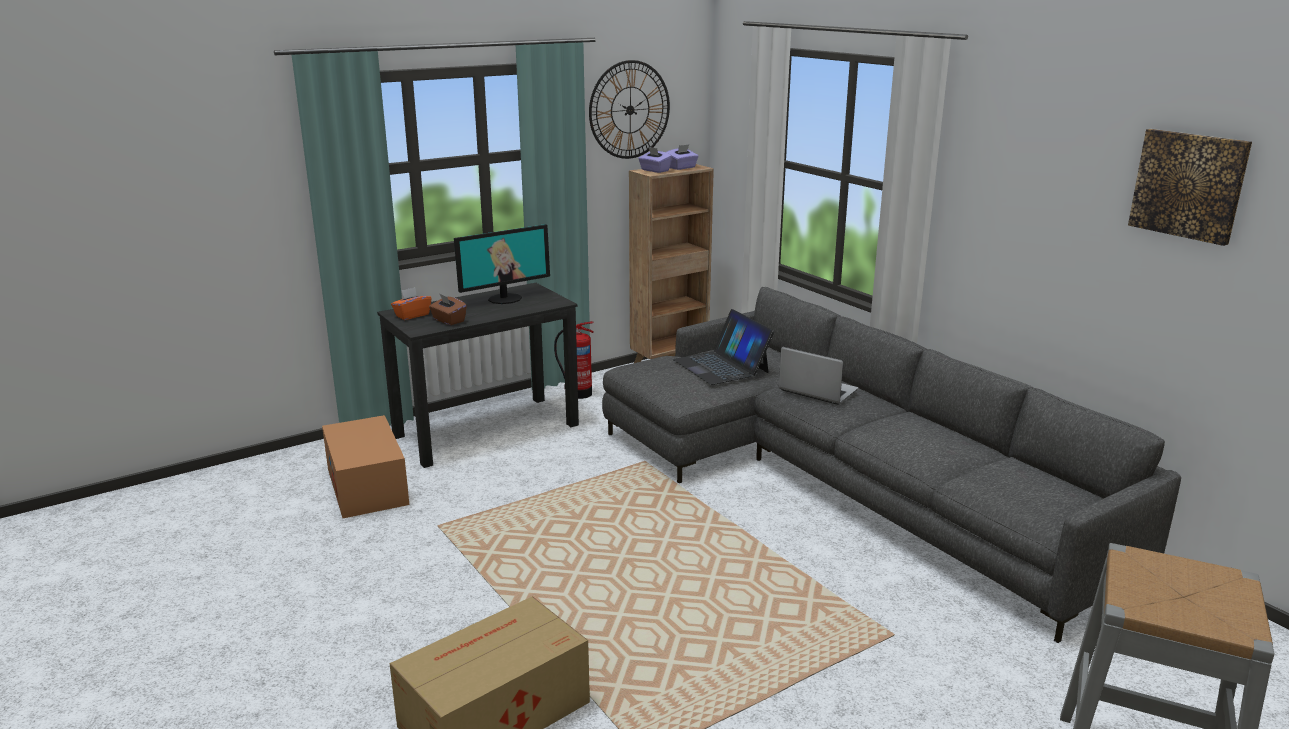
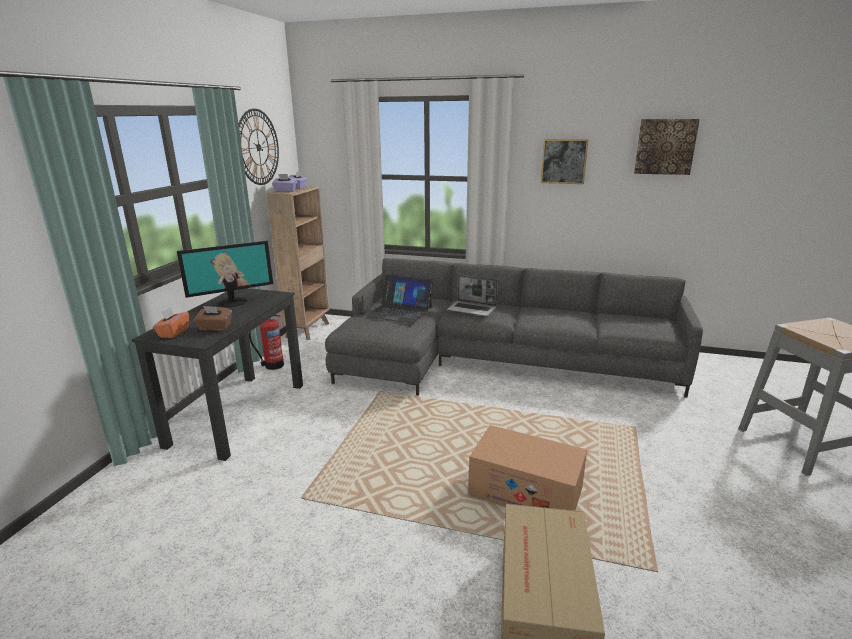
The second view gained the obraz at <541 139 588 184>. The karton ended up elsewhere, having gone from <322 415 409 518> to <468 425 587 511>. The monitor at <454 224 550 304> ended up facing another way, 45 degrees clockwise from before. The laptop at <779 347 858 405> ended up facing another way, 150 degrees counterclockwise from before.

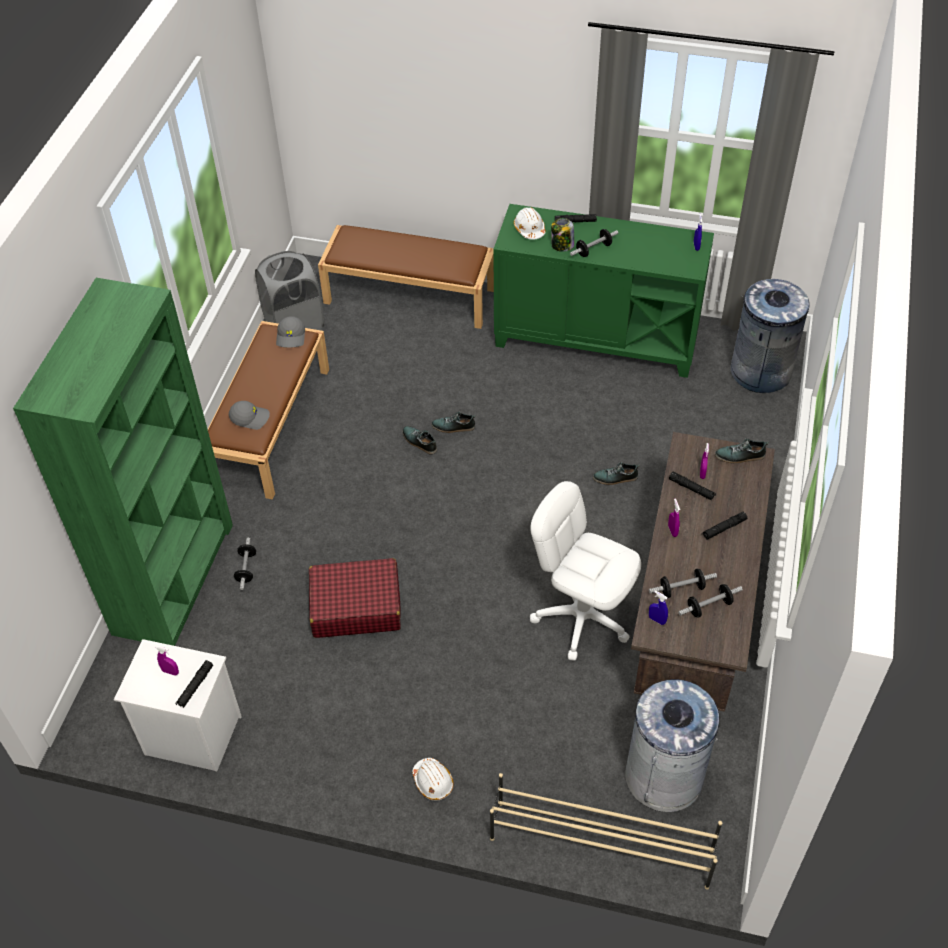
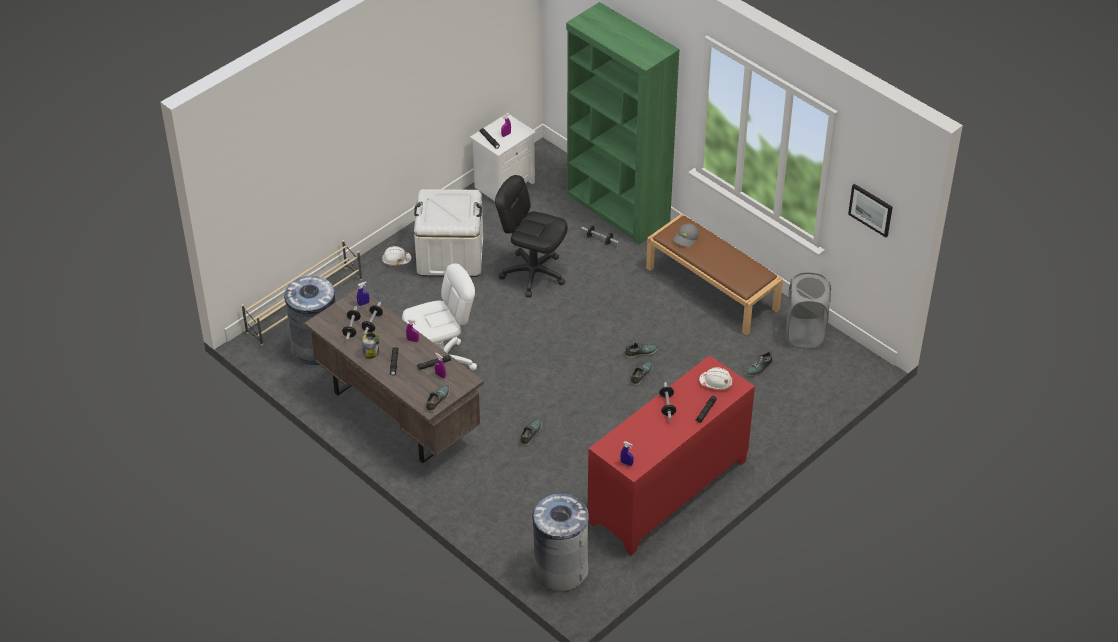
The second view lost the czapka z daszkiem/szary at <276 316 305 348>. The second view lost the ławka/brązowy at <318 225 494 329>. The second view gained the pojemnik do przechowywania/biały at <414 189 483 277>. The second view gained the but at <746 350 773 377>. The second view gained the obraz at <848 184 893 237>. The słoik ended up elsewhere, having gone from <551 218 574 252> to <362 332 379 359>. Where the walizka/czerwony stood at <309 558 401 638>, the krzesło biurowe/czarny came to stand at <495 175 568 297>. What was the szafka/zielony at <494 204 714 378> turned into the szafka/czerwony at <588 355 755 555>.

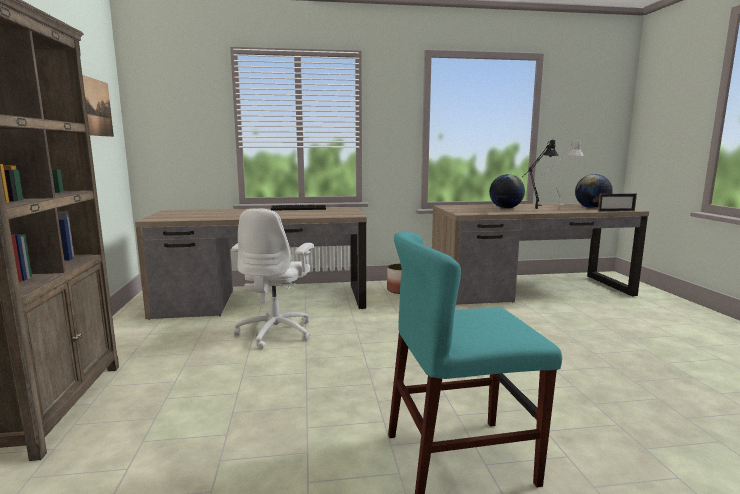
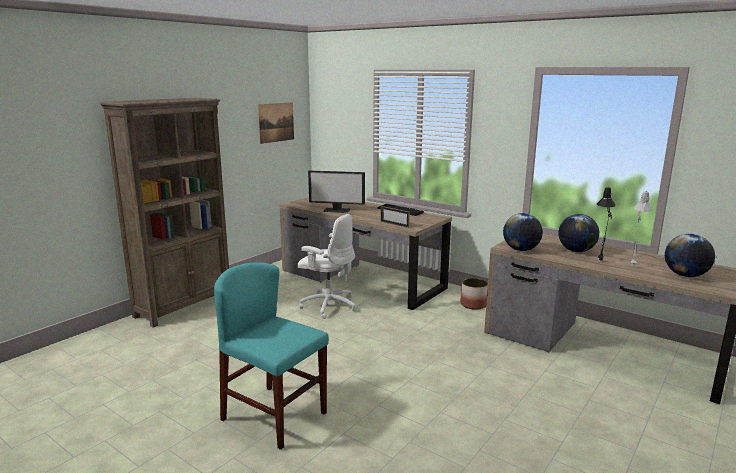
The second view gained the monitor at <308 170 365 213>. The second view gained the globus at <503 213 543 251>. The ramka na zdjęcie ended up elsewhere, having gone from <598 193 637 212> to <381 206 409 228>. The krzesło biurowe/biały at <232 208 314 349> ended up facing another way, 120 degrees counterclockwise from before.

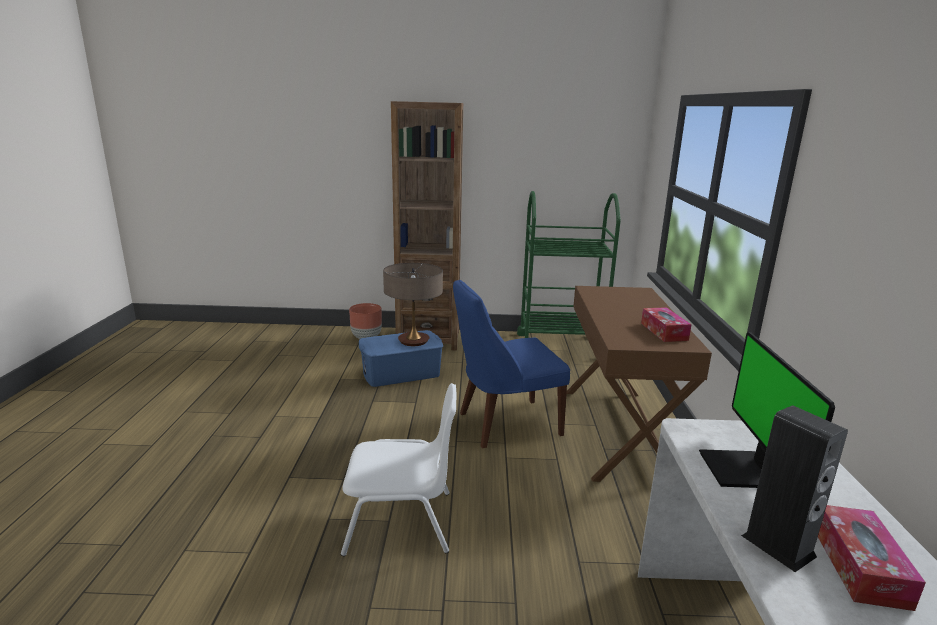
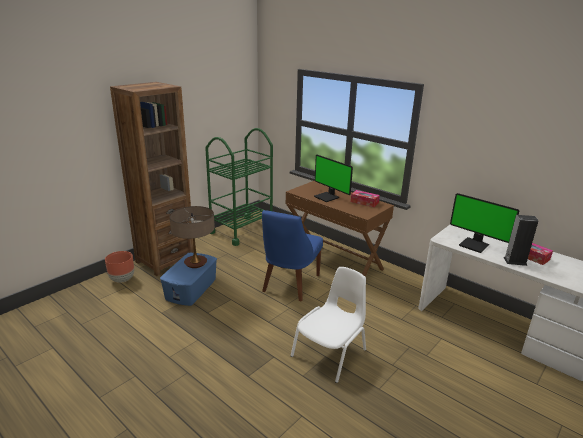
The second view gained the monitor at <314 155 353 202>.

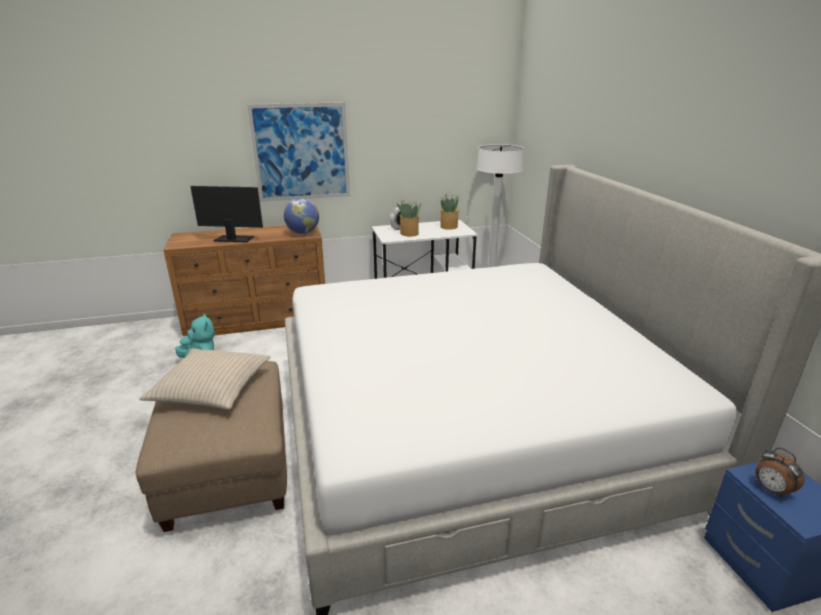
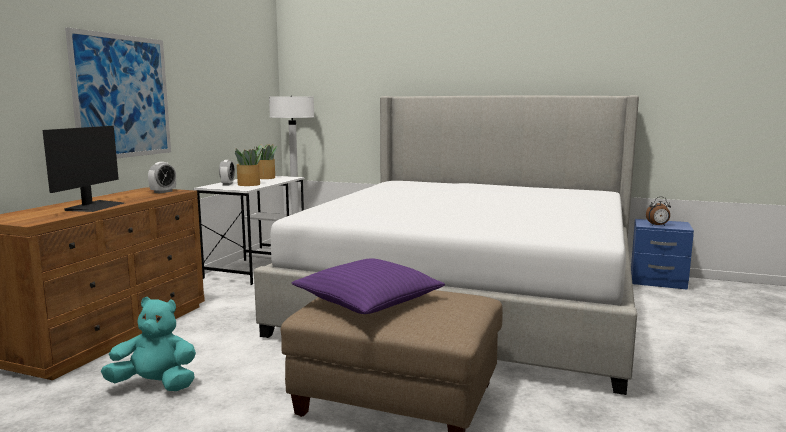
Where the globus stood at <284 198 319 234>, the budzik came to stand at <148 162 176 194>. What was the poduszka/beżowy at <139 348 270 410> turned into the poduszka/fioletowy at <292 258 445 314>. The monitor at <190 186 263 243> ended up facing another way, 150 degrees clockwise from before.

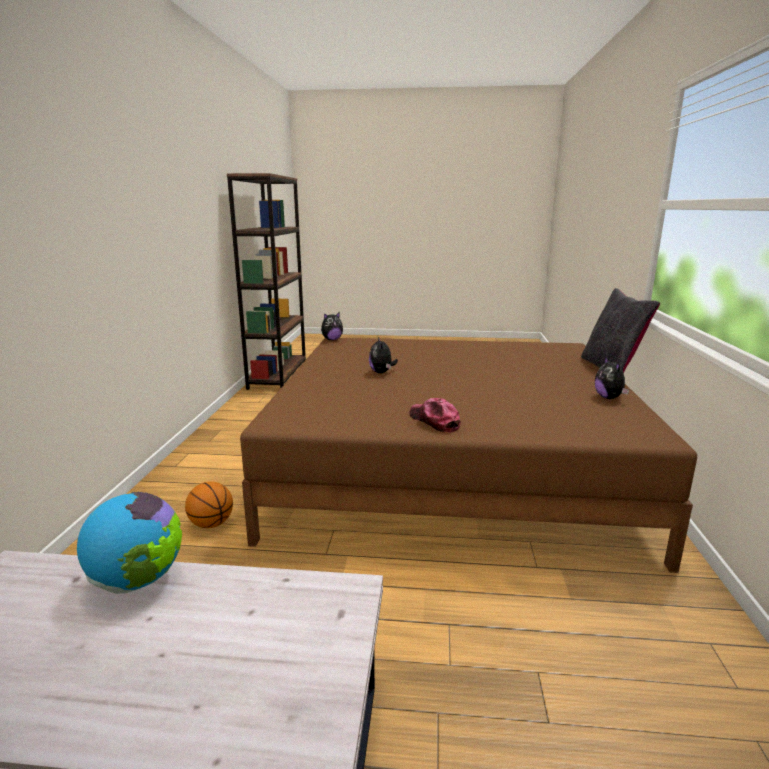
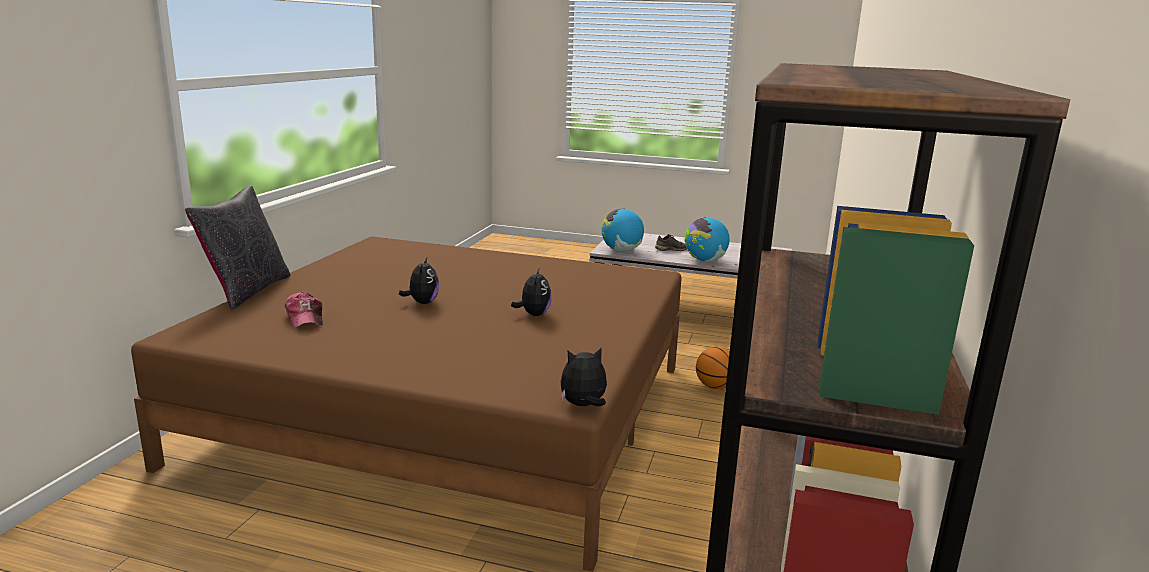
The second view gained the globus at <601 208 644 252>. The second view gained the but/szary at <655 234 687 251>. The czapka z daszkiem ended up elsewhere, having gone from <409 398 461 433> to <285 292 323 328>. The pluszak ended up elsewhere, having gone from <595 357 629 399> to <399 258 439 304>.

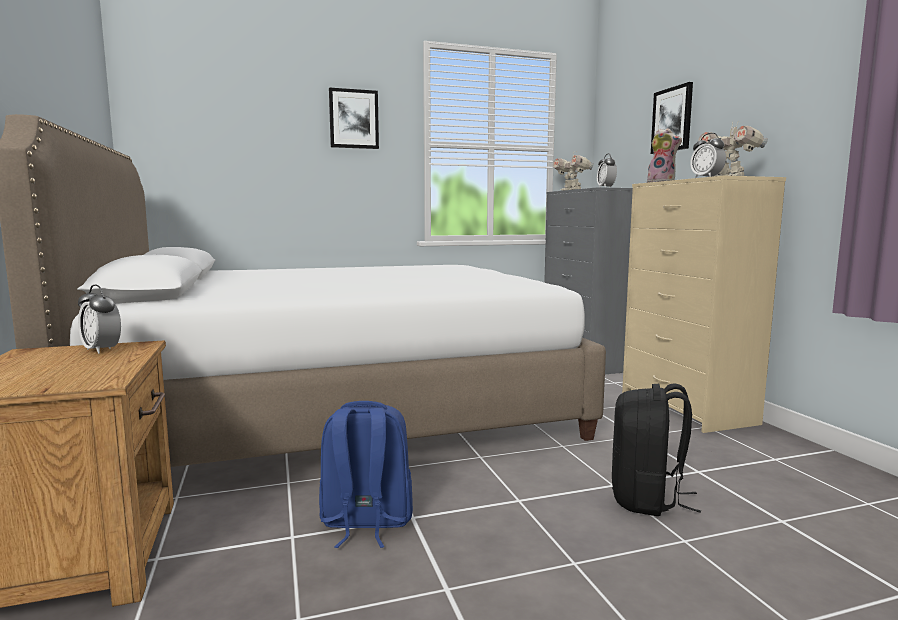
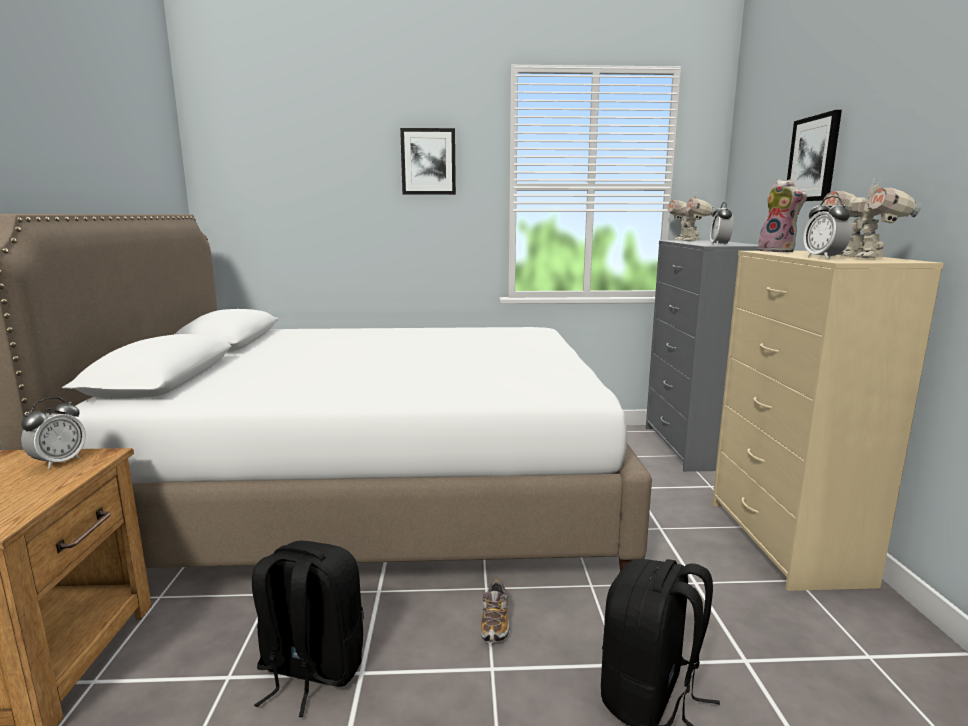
The second view gained the but at <481 579 510 643>. What was the plecak/niebieski at <319 401 413 548> turned into the plecak/czarny at <252 540 364 717>. The budzik at <78 285 121 354> ended up facing another way, 120 degrees counterclockwise from before.

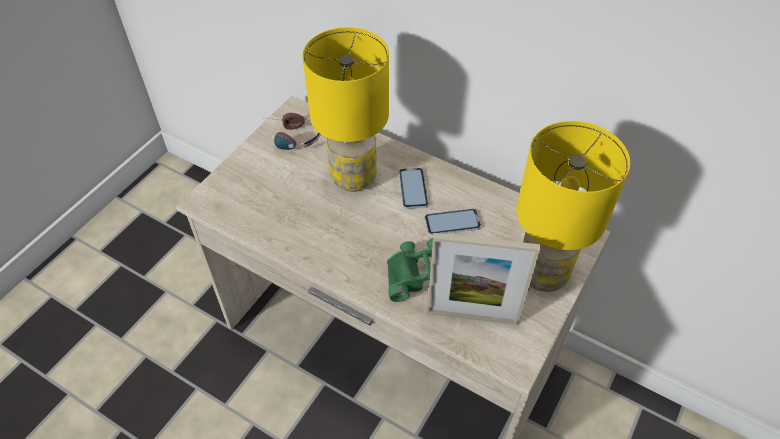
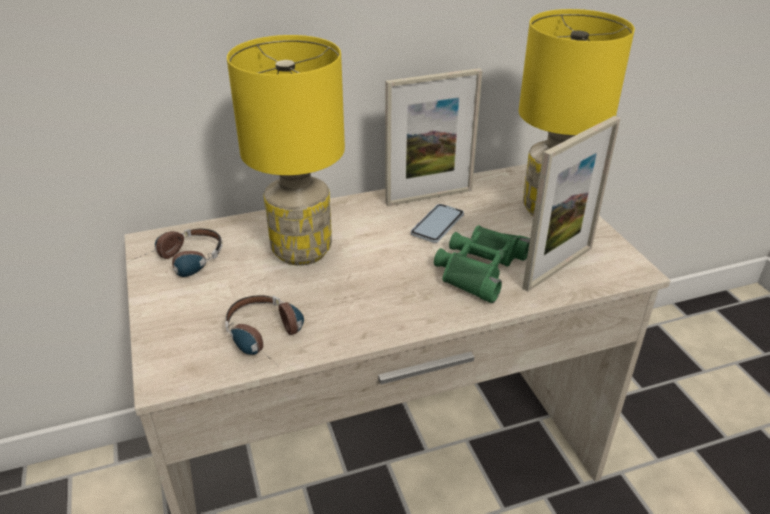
The second view lost the telefon at <399 168 428 209>. The second view gained the słuchawki at <225 295 304 363>. The second view gained the ramka na zdjęcie at <385 68 483 206>.

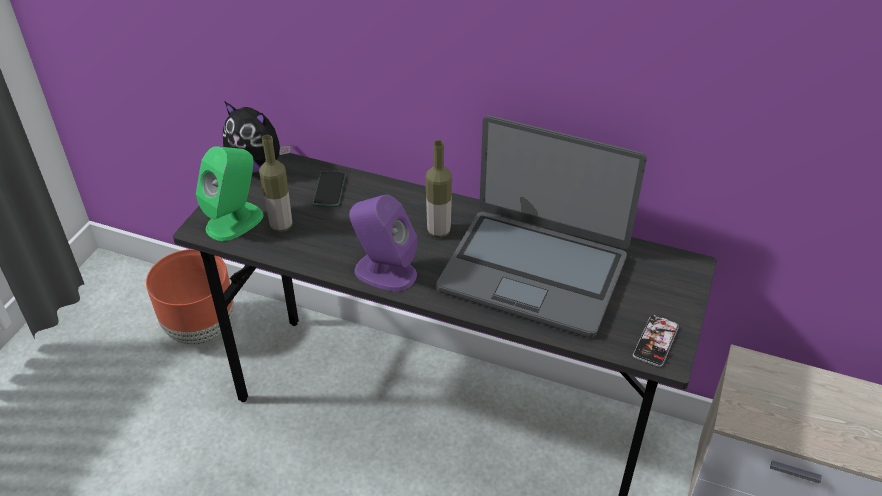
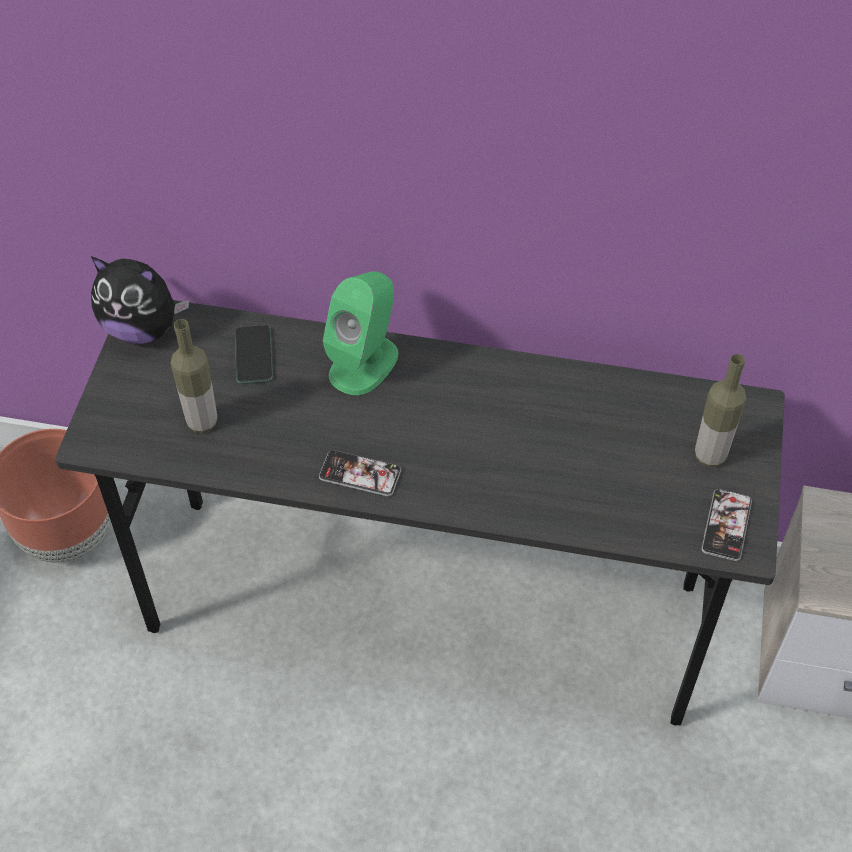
The second view lost the laptop at <436 115 647 338>. The głośnik/zielony ended up elsewhere, having gone from <196 146 263 241> to <323 271 398 395>. The butelka ended up elsewhere, having gone from <425 140 452 238> to <695 354 746 467>. Where the głośnik/fioletowy stood at <349 195 417 291>, the telefon came to stand at <319 450 401 496>.

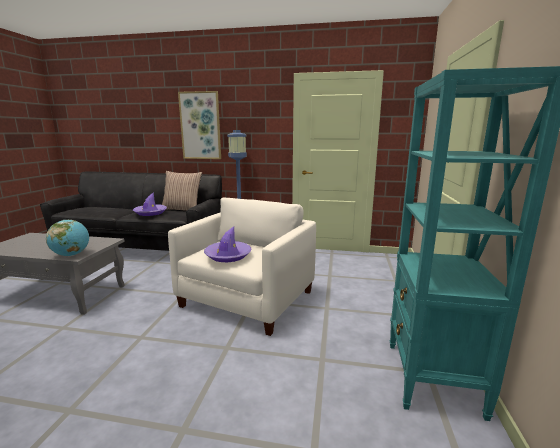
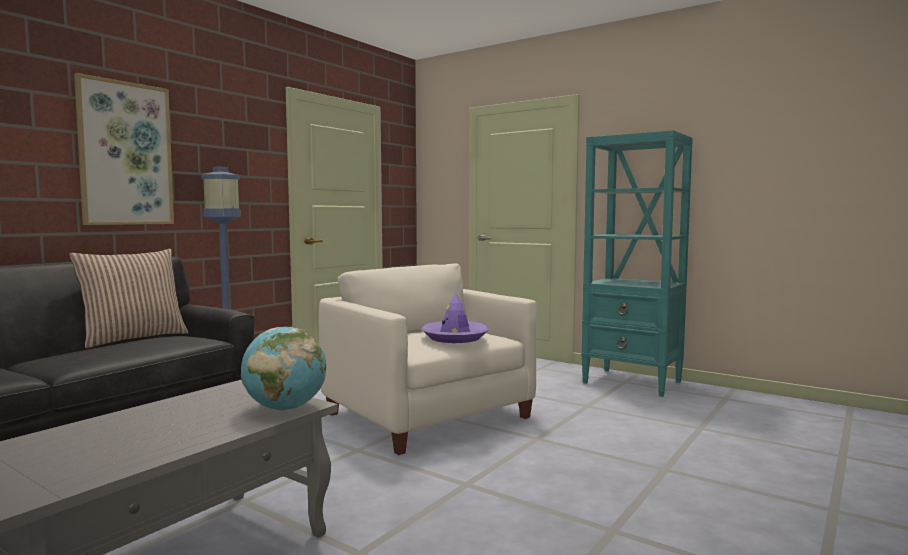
The second view lost the kapelusz/fioletowy at <133 192 167 216>.

